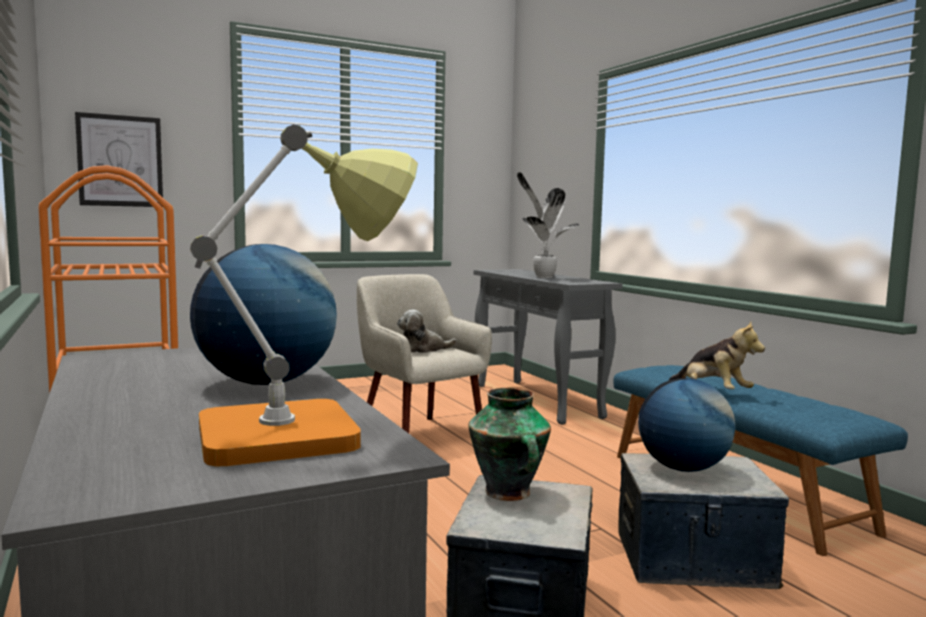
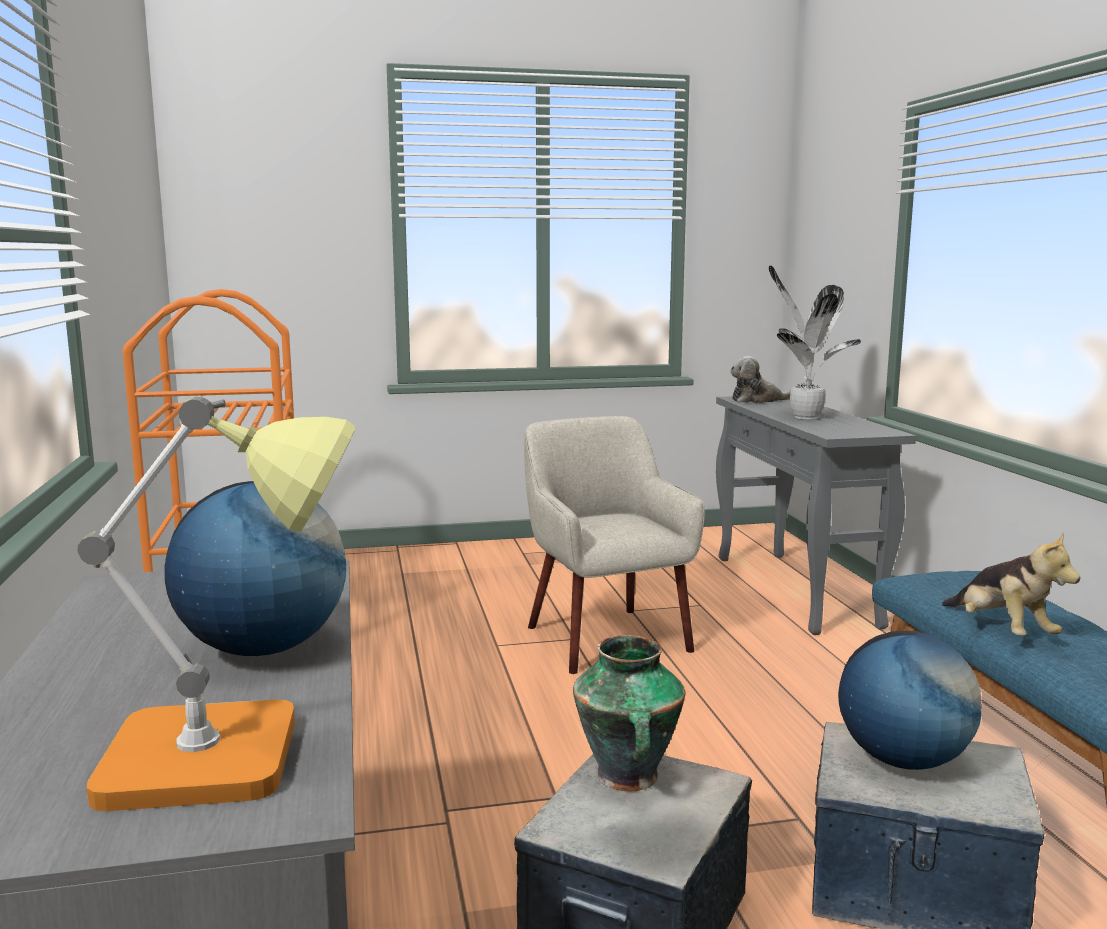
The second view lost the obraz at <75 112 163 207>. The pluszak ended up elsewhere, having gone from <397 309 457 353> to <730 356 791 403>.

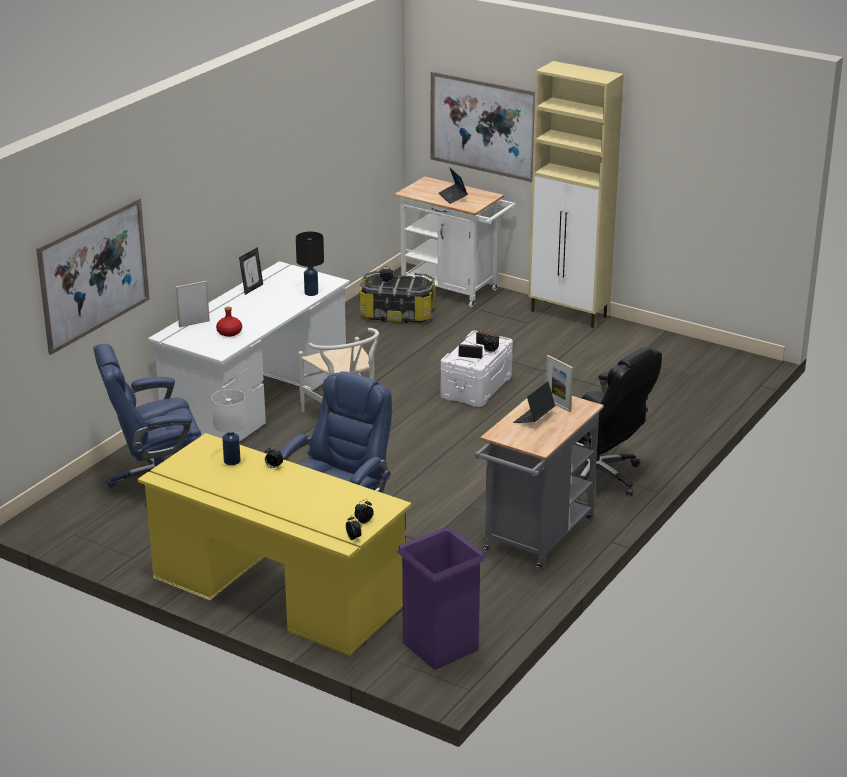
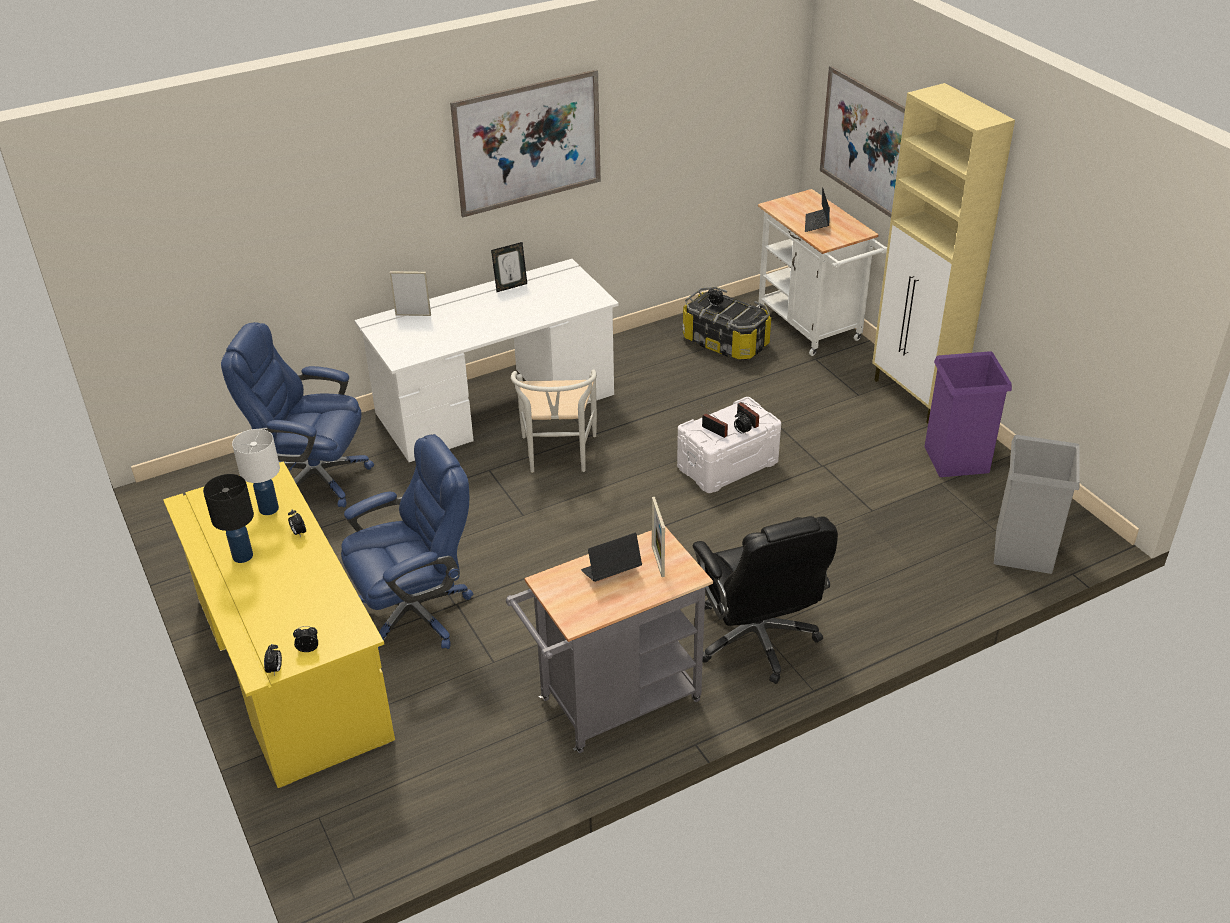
The second view lost the butelka/czerwony at <216 307 242 337>. The second view gained the kosz na śmieci/szary at <994 435 1080 574>. The obraz ended up elsewhere, having gone from <36 198 150 355> to <450 69 601 217>. The lampa stołowa/czarny ended up elsewhere, having gone from <296 232 324 296> to <203 474 254 563>. The kosz na śmieci/fioletowy ended up elsewhere, having gone from <397 527 485 670> to <924 351 1012 477>.

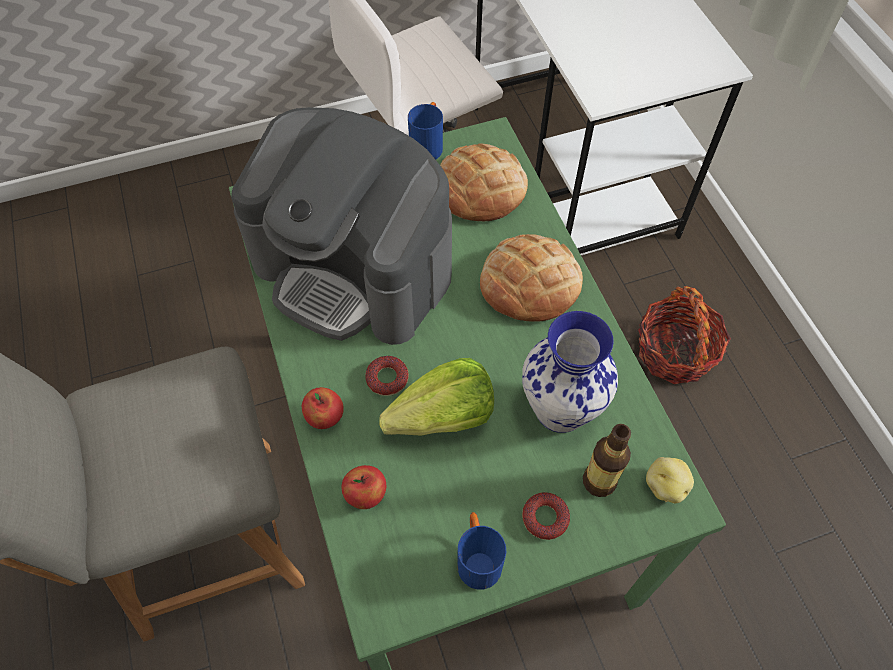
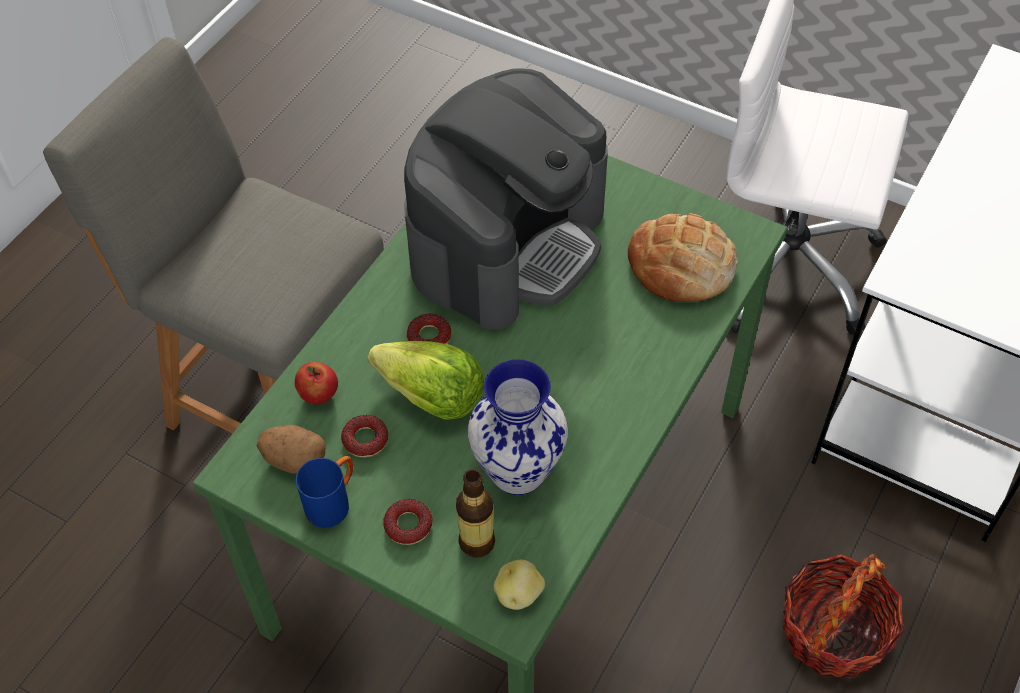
The second view lost the jabłko at <302 387 344 429>. The second view lost the kubek/niebieski at <408 102 443 160>. The second view lost the chleb at <480 234 583 322>. The second view gained the ziemniak at <257 425 326 474>. The second view gained the donut at <341 415 388 457>. The ekspres do kawy at <231 107 452 345> ended up facing another way, 135 degrees counterclockwise from before.

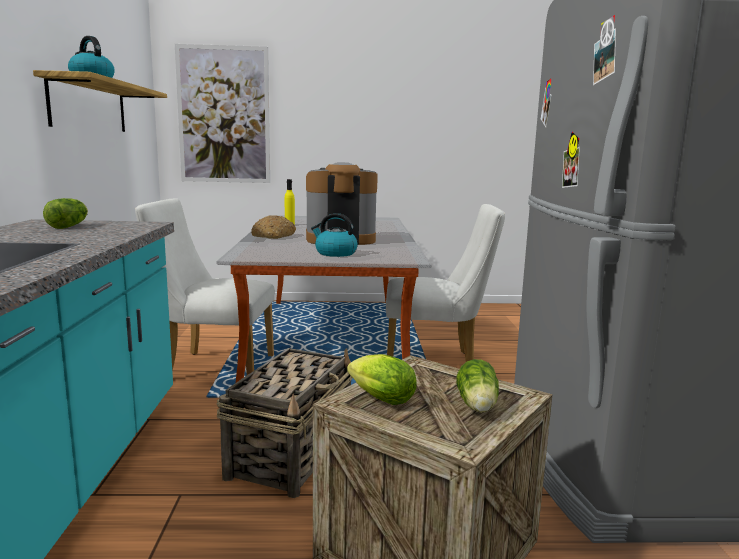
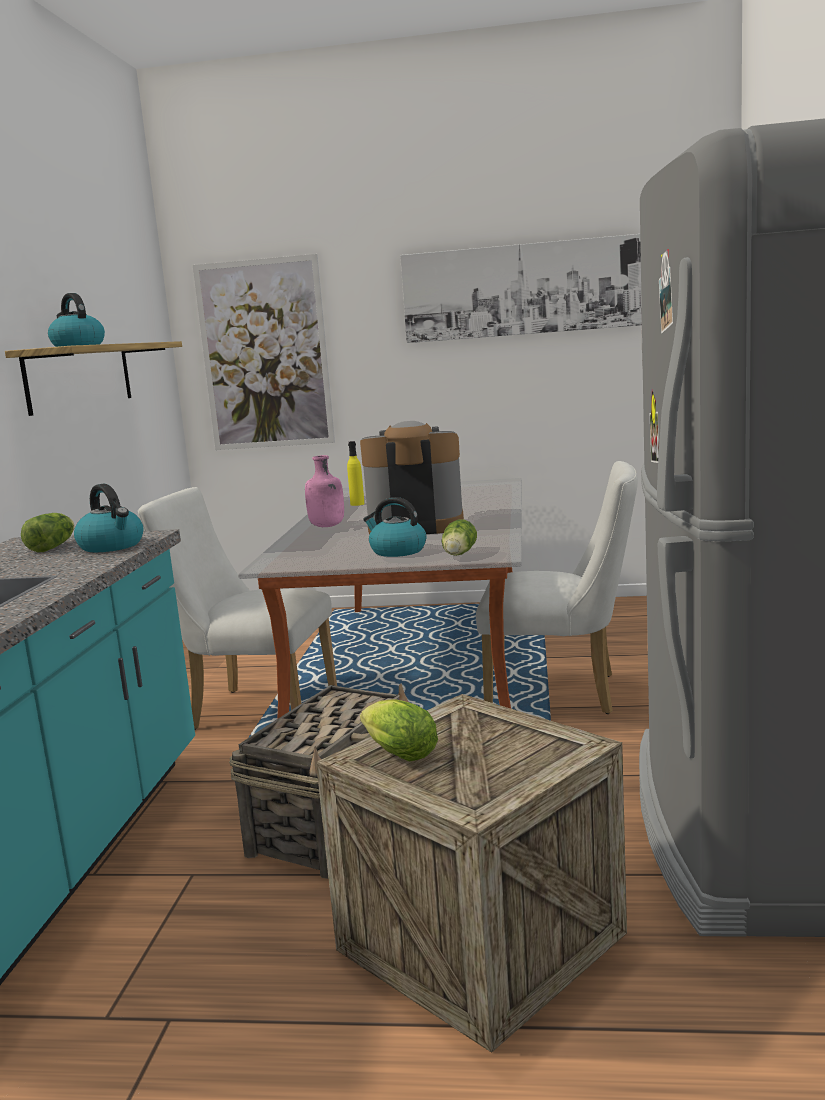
The second view gained the czajnik at <74 484 143 552>. The second view gained the obraz at <400 234 642 343>. The sałata ended up elsewhere, having gone from <456 359 499 413> to <442 520 477 556>. Where the chleb stood at <251 215 296 239>, the butelka/różowy came to stand at <305 455 344 527>.

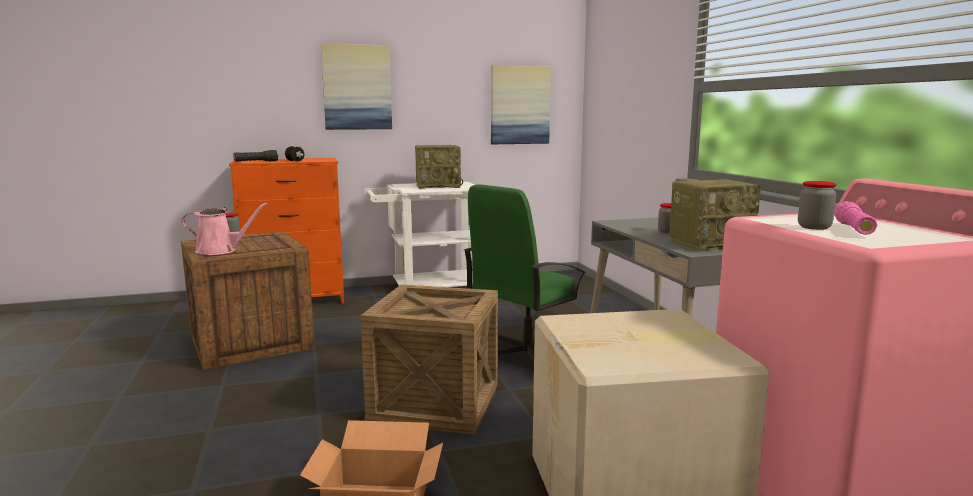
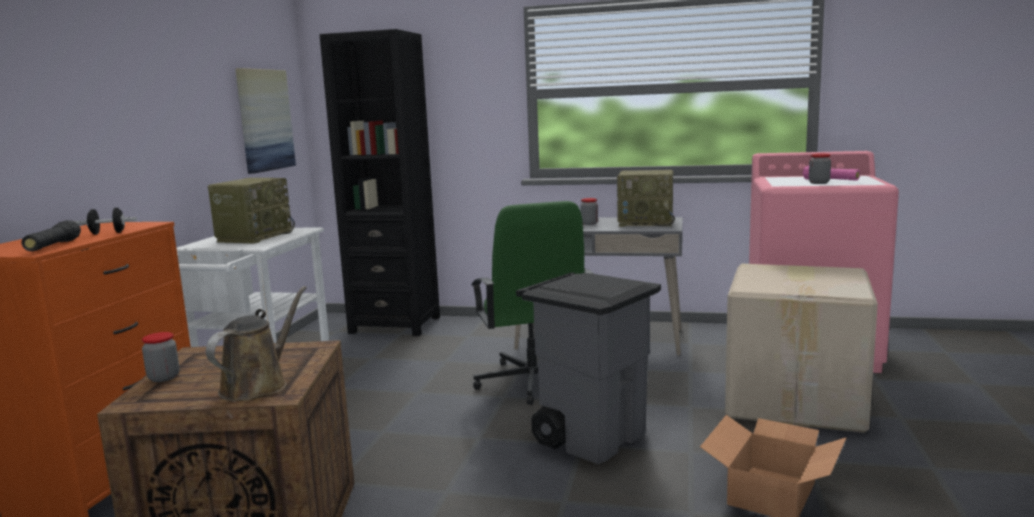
The second view lost the obraz at <321 43 392 130>. The second view gained the regał/czarny at <320 29 440 336>. Where the skrzynka stood at <360 284 498 435>, the kosz na śmieci/szary came to stand at <516 272 661 464>. What was the konewka/różowy at <182 203 267 255> turned into the konewka/brązowy at <206 286 307 401>. The radio at <669 179 761 252> ended up facing another way, 90 degrees clockwise from before.

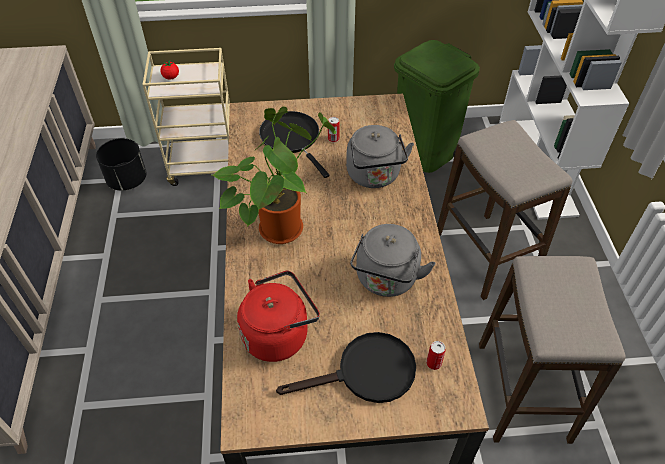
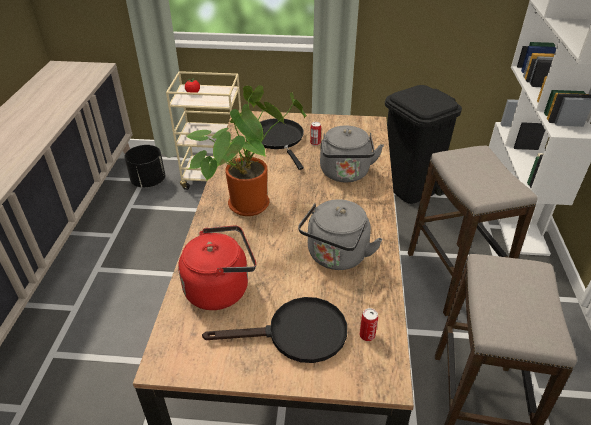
What was the kosz na śmieci/zielony at <394 40 480 173> turned into the kosz na śmieci/czarny at <385 85 462 204>.

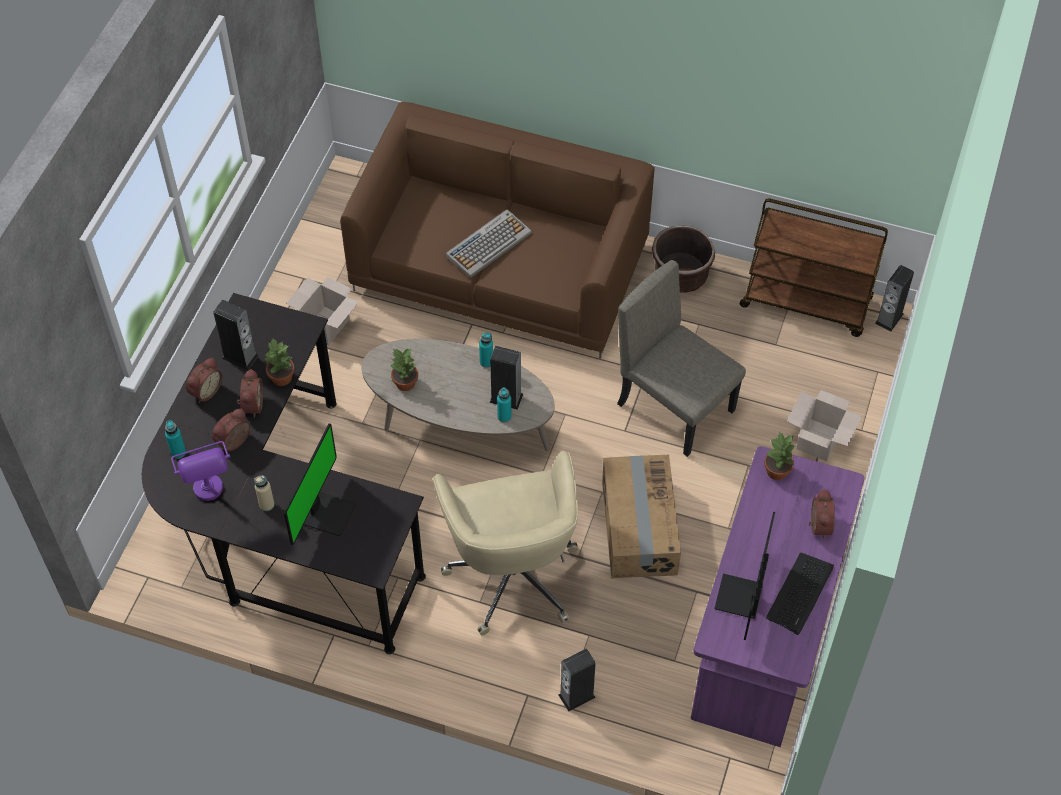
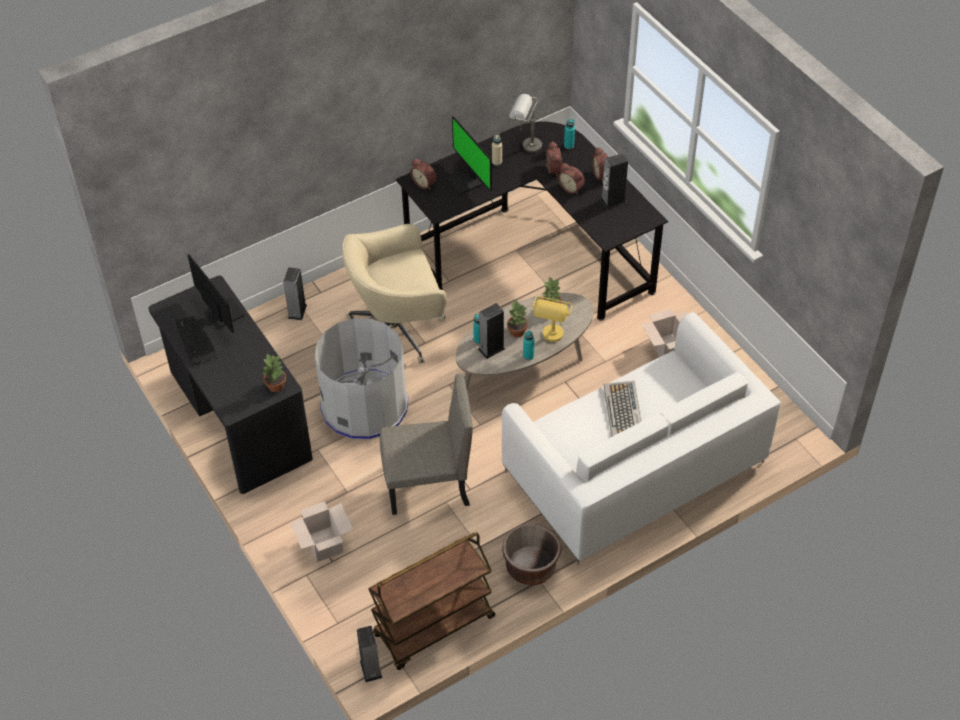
The second view gained the lampa stołowa/żółty at <531 296 573 342>. The roślina doniczkowa ended up elsewhere, having gone from <264 339 295 386> to <507 300 528 337>. The budzik ended up elsewhere, having gone from <809 489 835 539> to <410 159 437 190>. Where the karton stood at <602 455 681 578>, the kosz na śmieci/szary came to stand at <315 318 408 440>. What was the lampa stołowa/fioletowy at <171 441 230 501> turned into the lampa stołowa/szary at <509 94 542 153>. What was the kanapa/brązowy at <340 102 655 359> turned into the kanapa/biały at <502 312 781 565>. What was the biurko/fioletowy at <691 446 864 747> turned into the biurko/czarny at <148 275 313 494>. The krzesło biurowe/beżowy at <433 451 578 635> ended up facing another way, 45 degrees counterclockwise from before.

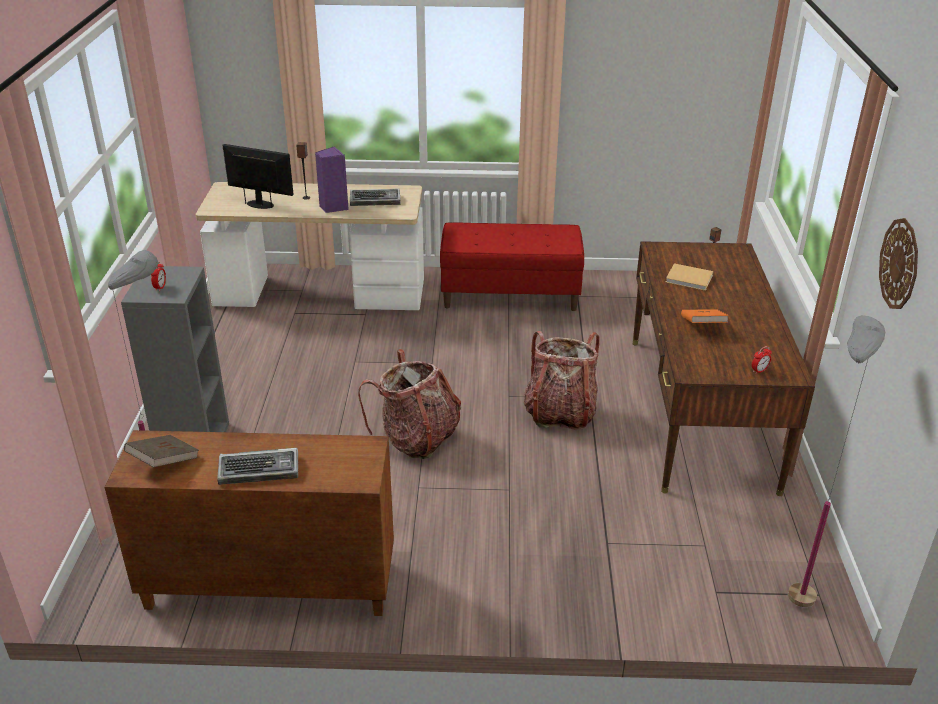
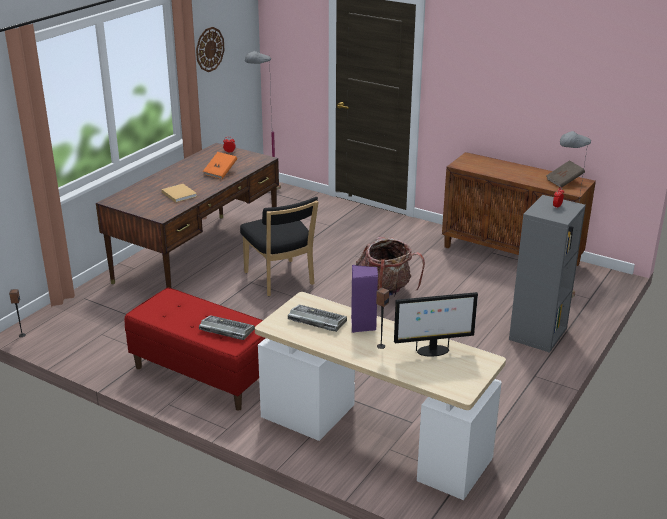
The klawiatura ended up elsewhere, having gone from <217 448 298 485> to <199 315 255 340>. Where the plecak stood at <524 331 600 430>, the krzesło/czarny came to stand at <240 197 318 296>. The monitor at <222 144 293 209> ended up facing another way, 60 degrees counterclockwise from before.

